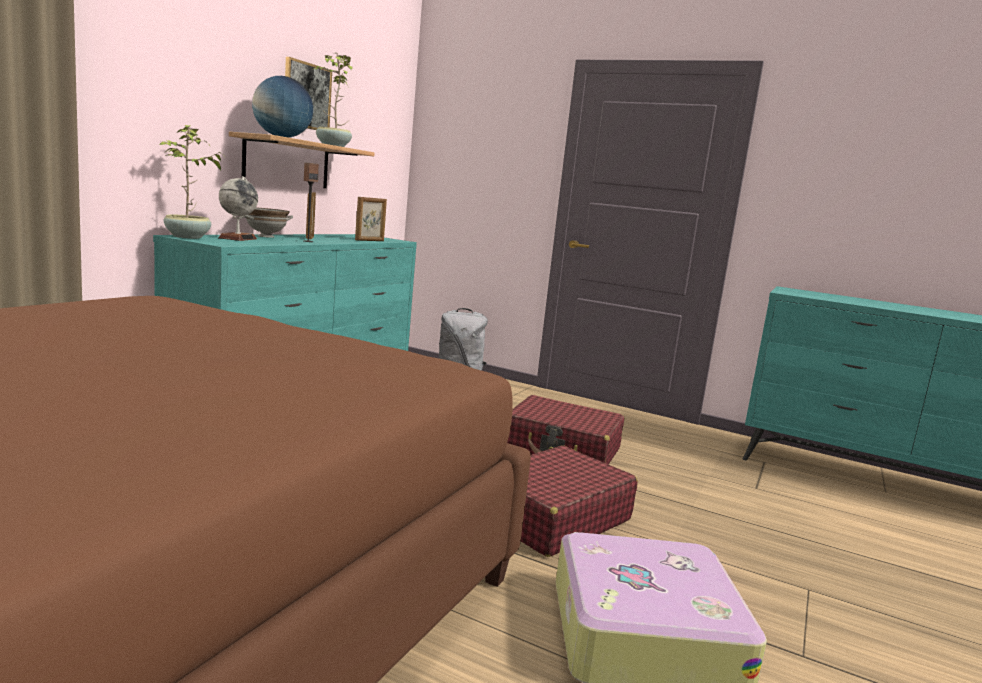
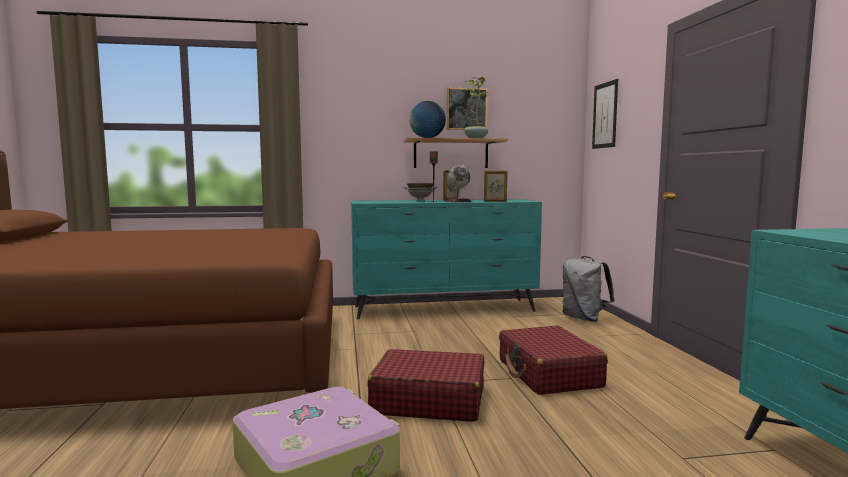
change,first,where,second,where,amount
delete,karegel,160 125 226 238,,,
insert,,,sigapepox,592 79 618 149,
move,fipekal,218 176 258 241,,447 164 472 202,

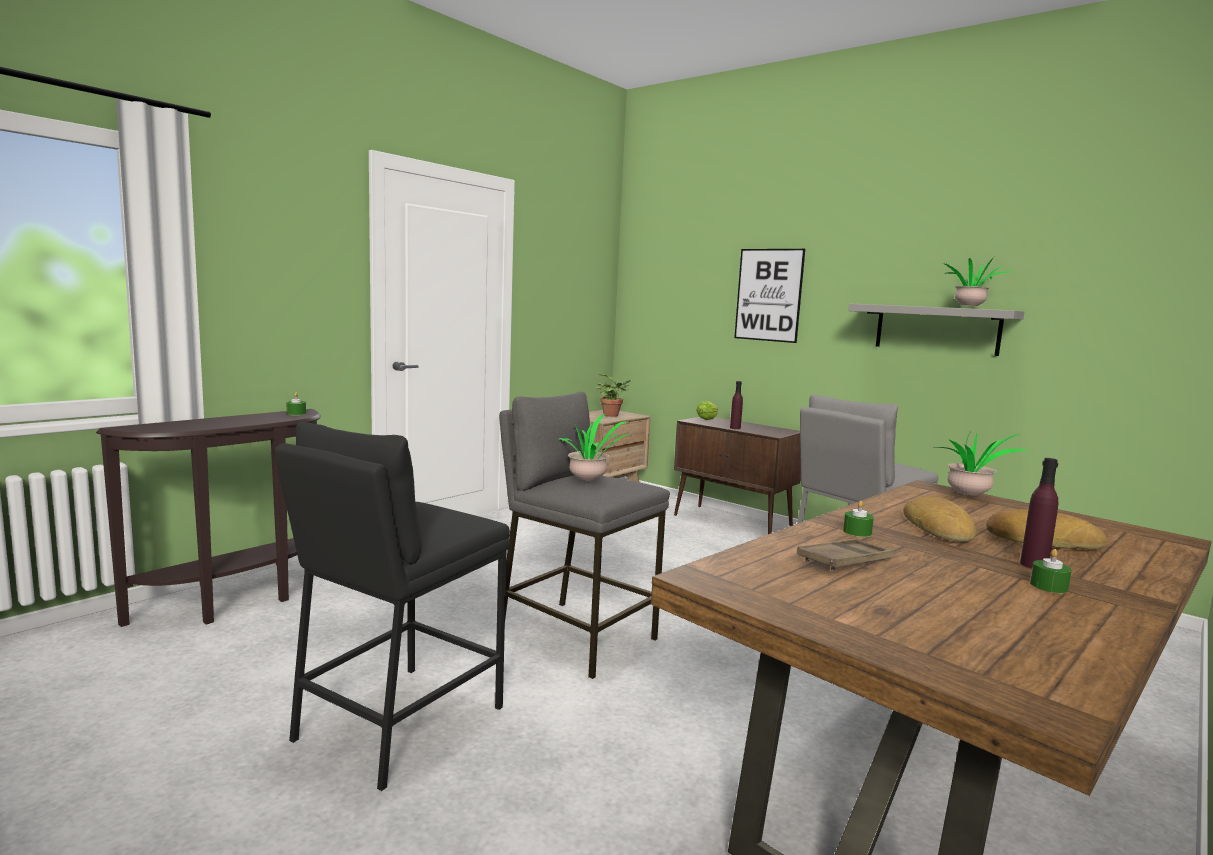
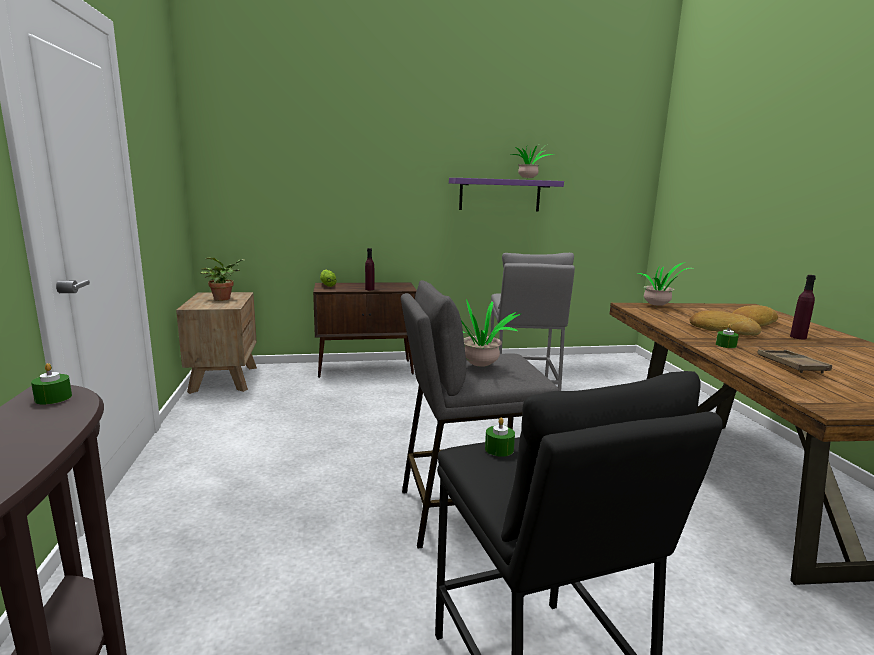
change,first,where,second,where,amount
delete,sigapepox,734 249 805 343,,,
move,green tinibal,1030 549 1072 593,,485 417 515 457,
recolor,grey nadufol,848 304 1024 356,purple nadufol,449 178 564 212,

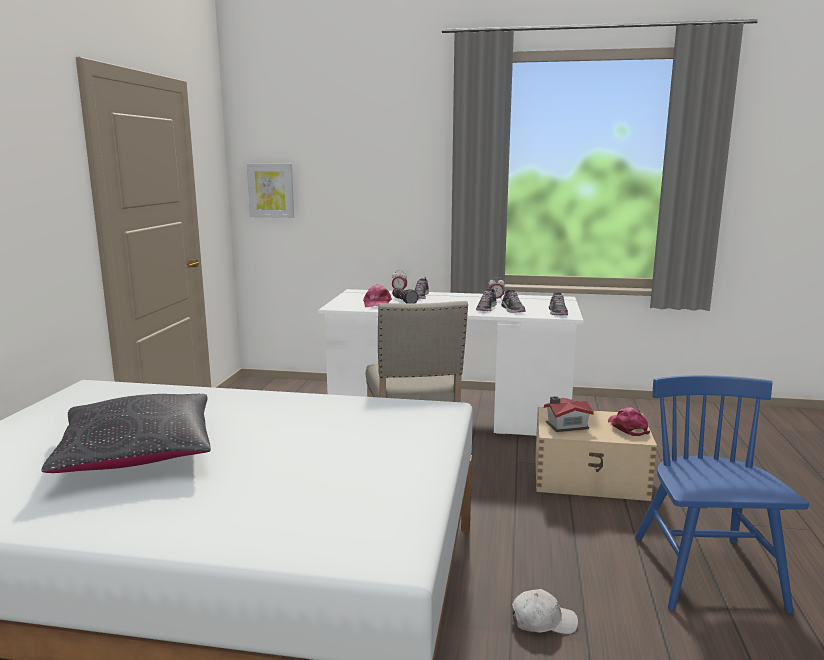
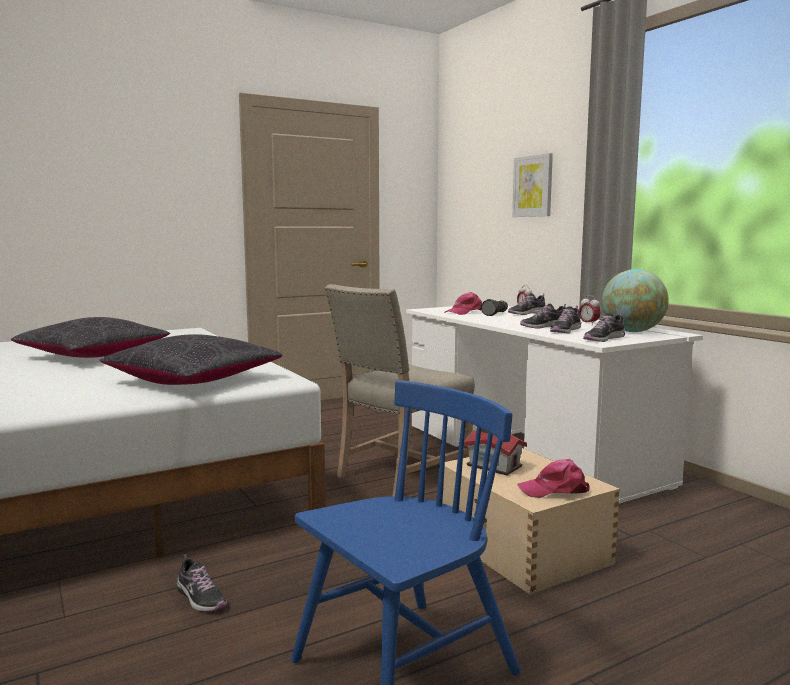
change,first,where,second,where,amount
insert,,,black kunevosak,99 334 282 385,
insert,,,fipekal,602 269 669 332,
move,sigapepox,247 164 294 218,,512 153 553 217,
replace,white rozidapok,512 589 578 634,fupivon,177 554 227 612,
rotate,pink rozidapok,608 407 650 436,,517 459 590 498,135 degrees counterclockwise

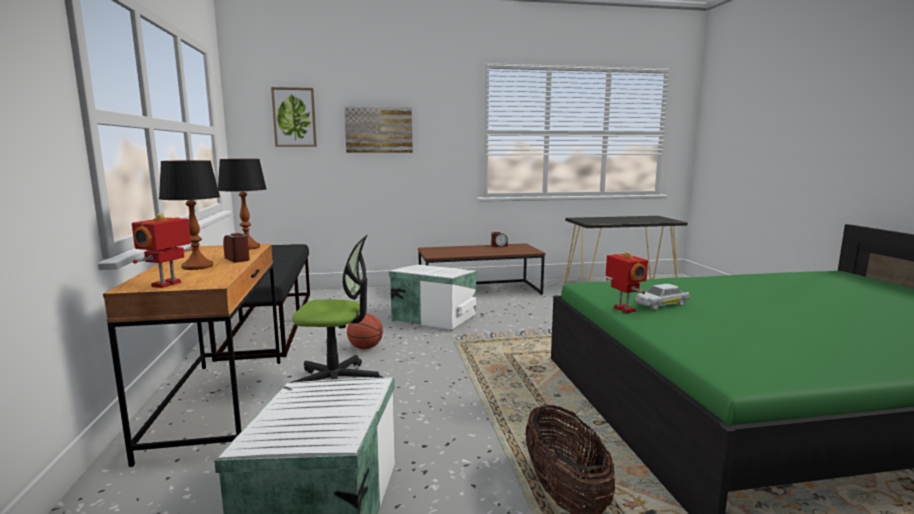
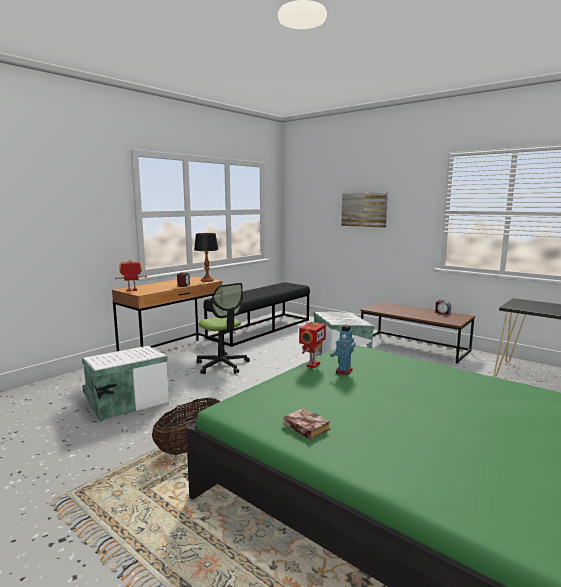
change,first,where,second,where,amount
delete,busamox,159 160 220 270,,,
delete,sigapepox,271 87 317 147,,,
delete,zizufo,347 314 383 349,,,
insert,,,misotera,283 408 330 440,
replace,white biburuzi,634 284 690 310,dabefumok,330 325 356 375,

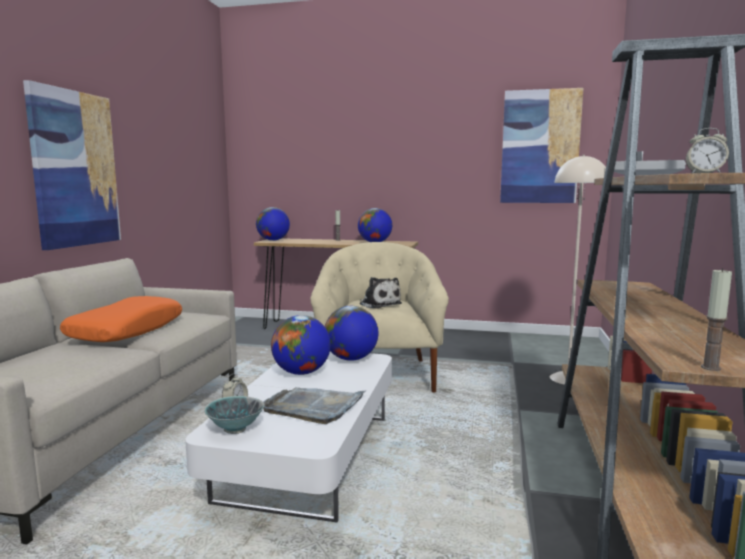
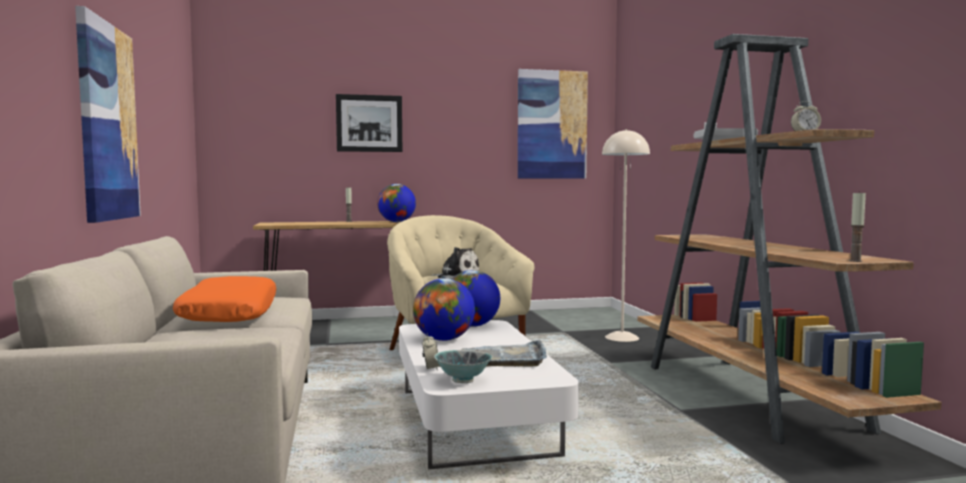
change,first,where,second,where,amount
delete,fipekal,256 207 290 241,,,
insert,,,sigapepox,336 94 402 152,

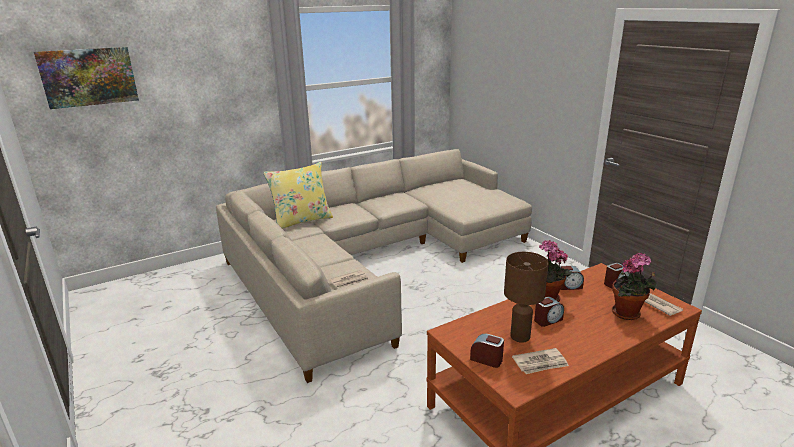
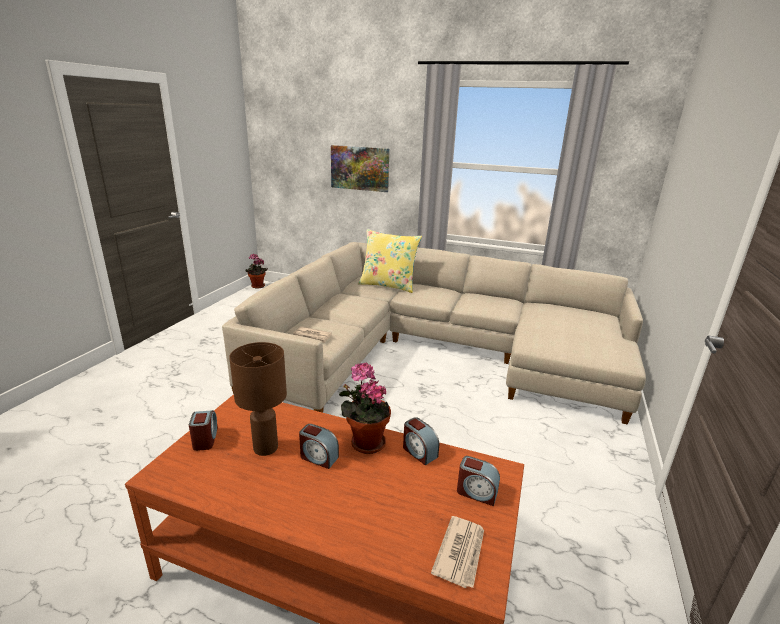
change,first,where,second,where,amount
delete,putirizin,512 348 569 374,,,
move,sigapepox,34 47 139 109,,331 145 390 192,
move,karegel,612 253 657 320,,245 254 268 289,

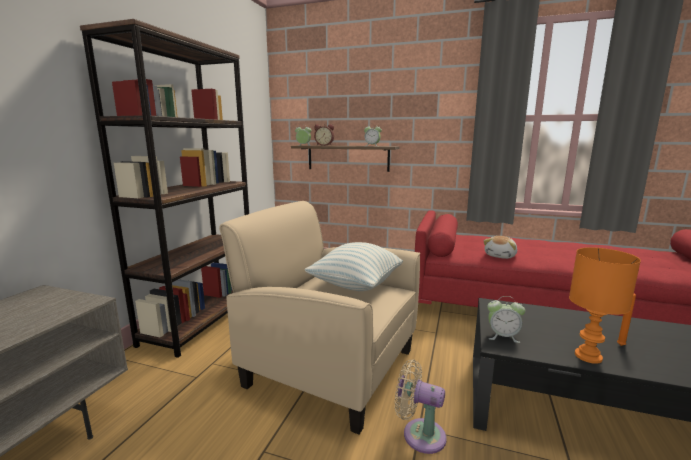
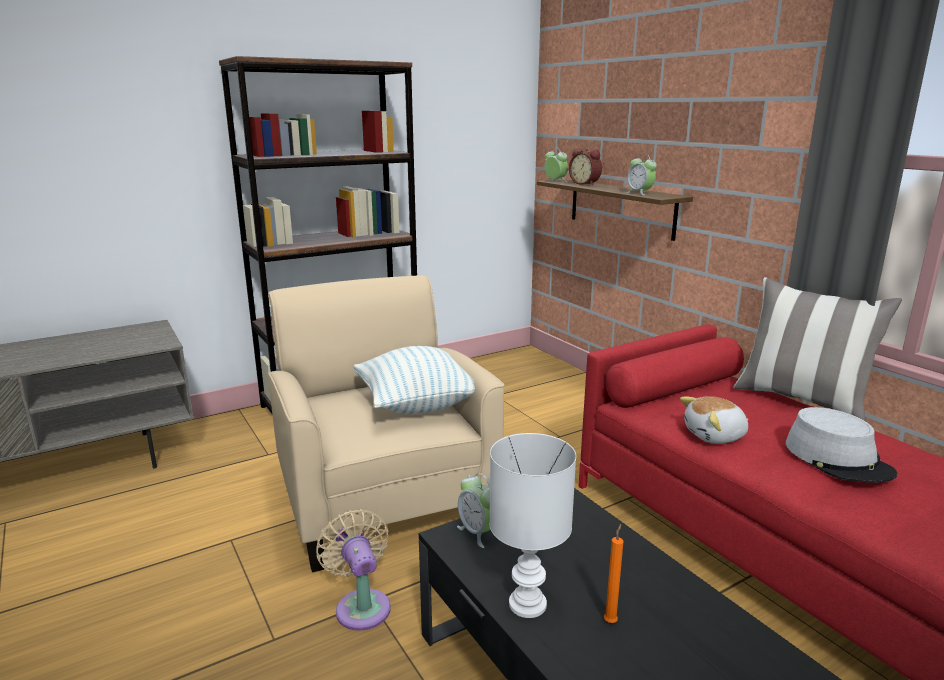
change,first,where,second,where,amount
insert,,,kunevosak,733 277 902 421,
insert,,,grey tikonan,786 407 897 483,
recolor,orange busamox,569 247 641 364,white busamox,489 433 576 618,

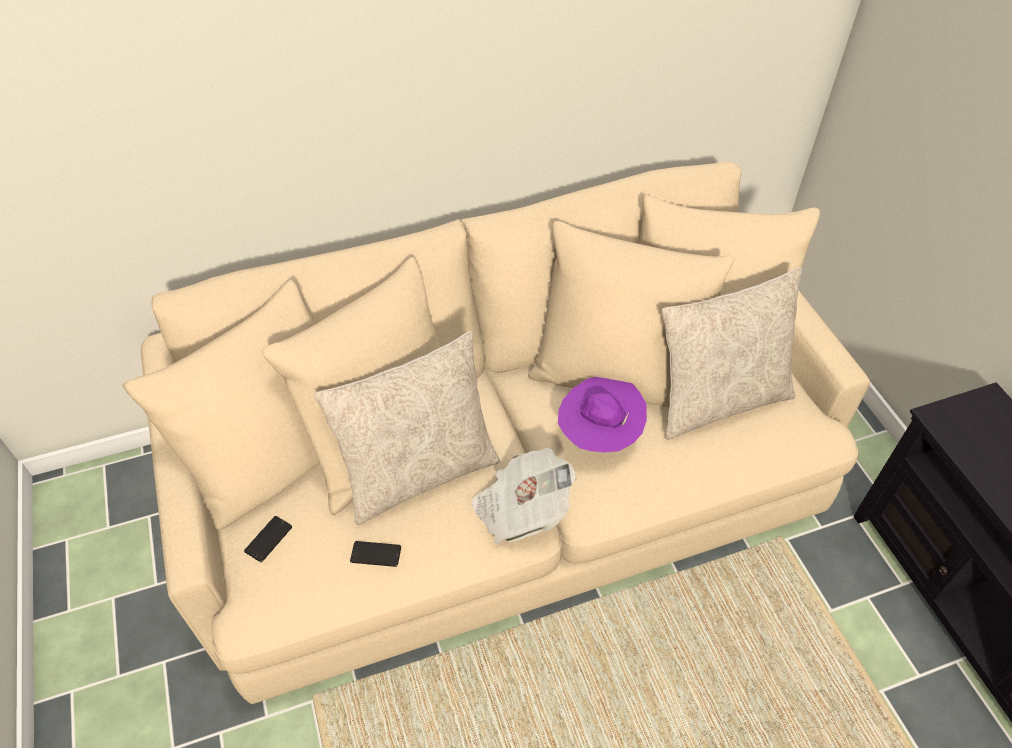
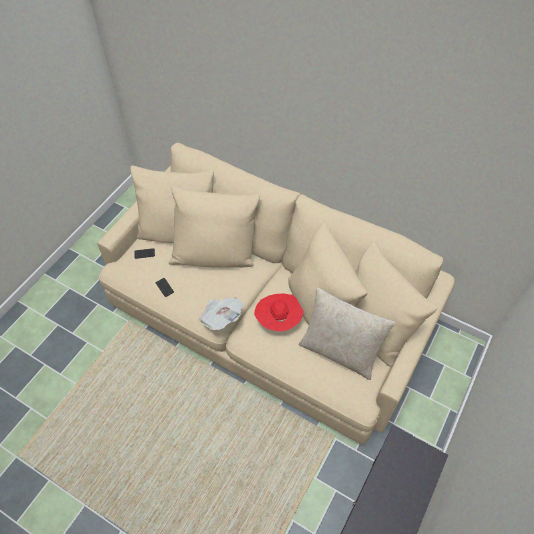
change,first,where,second,where,amount
delete,beige kunevosak,313 331 500 525,,,
recolor,purple tikonan,558 377 647 452,red tikonan,254 293 304 331,

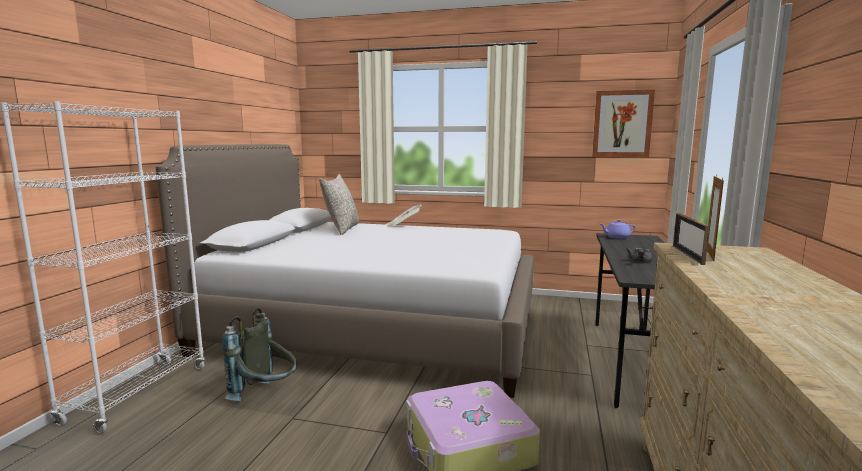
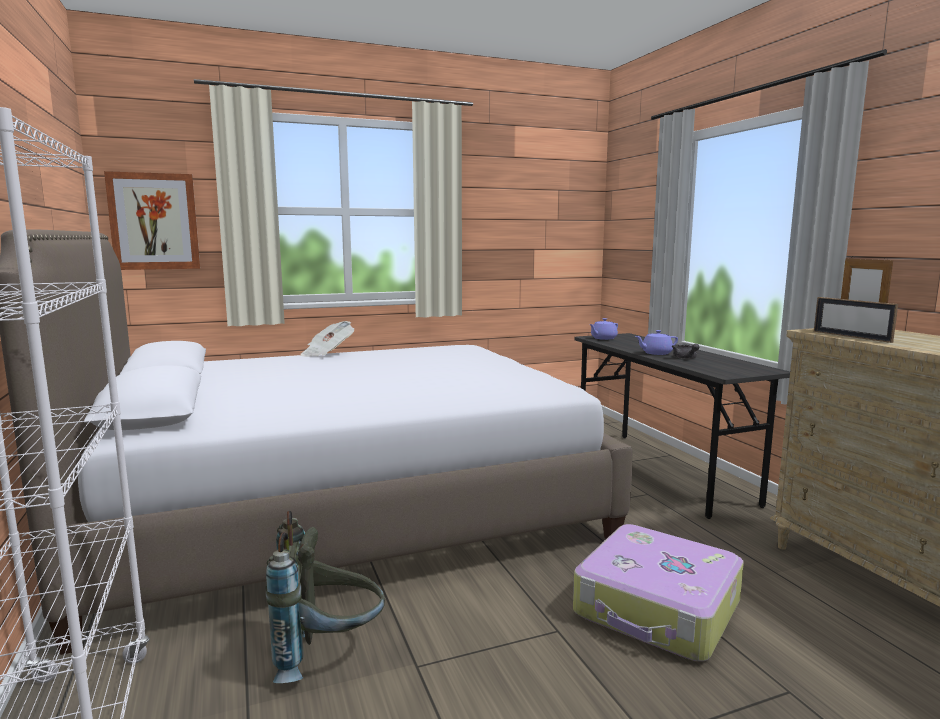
change,first,where,second,where,amount
delete,grey kunevosak,319 174 359 235,,,
insert,,,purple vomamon,635 330 678 355,
move,sigapepox,592 90 655 157,,104 171 200 270,

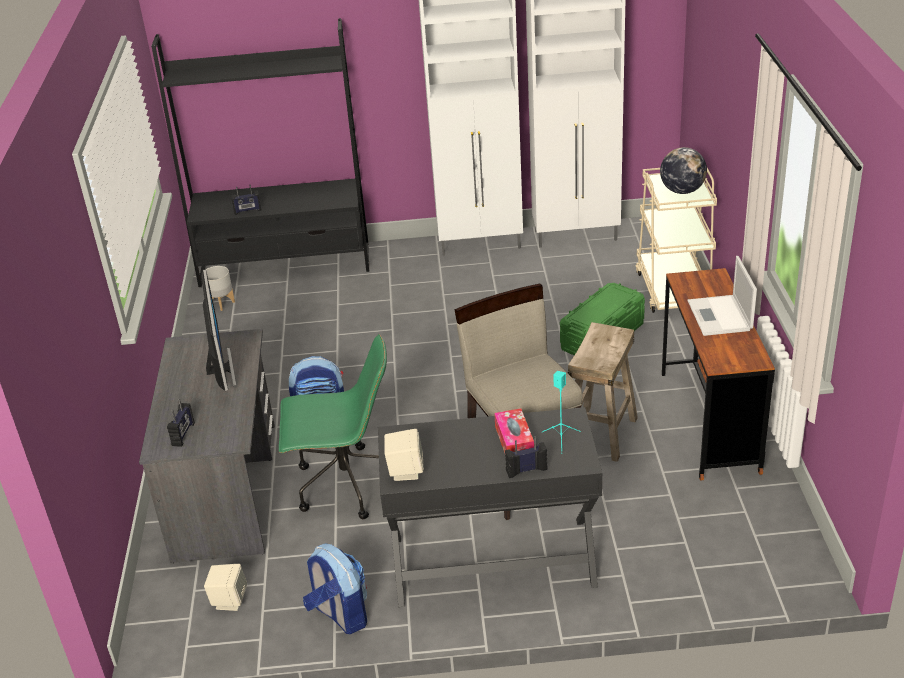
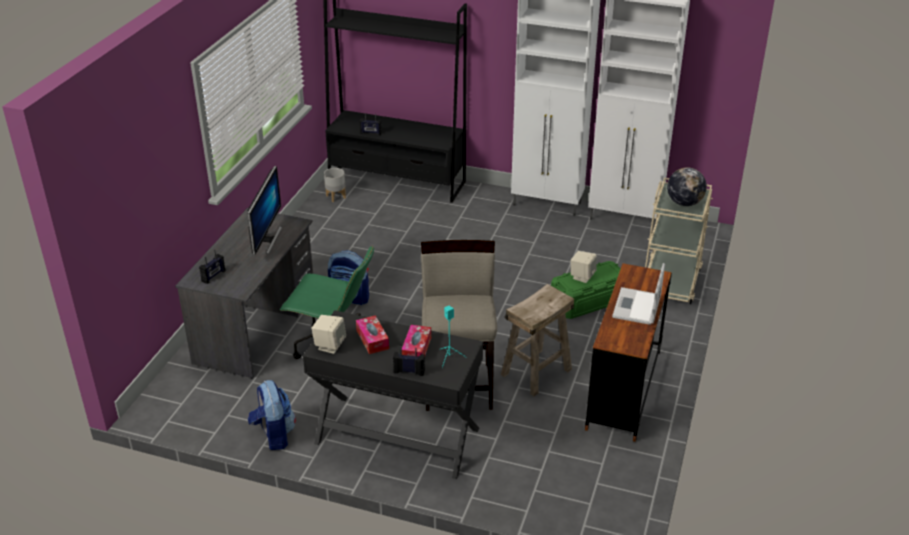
change,first,where,second,where,amount
insert,,,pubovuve,356 315 389 354,
move,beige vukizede,204 564 247 611,,571 251 597 283,

